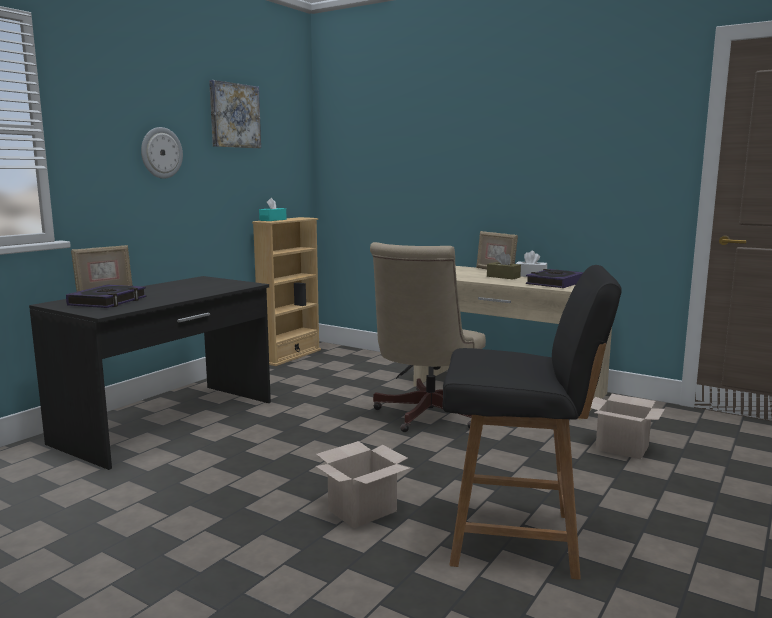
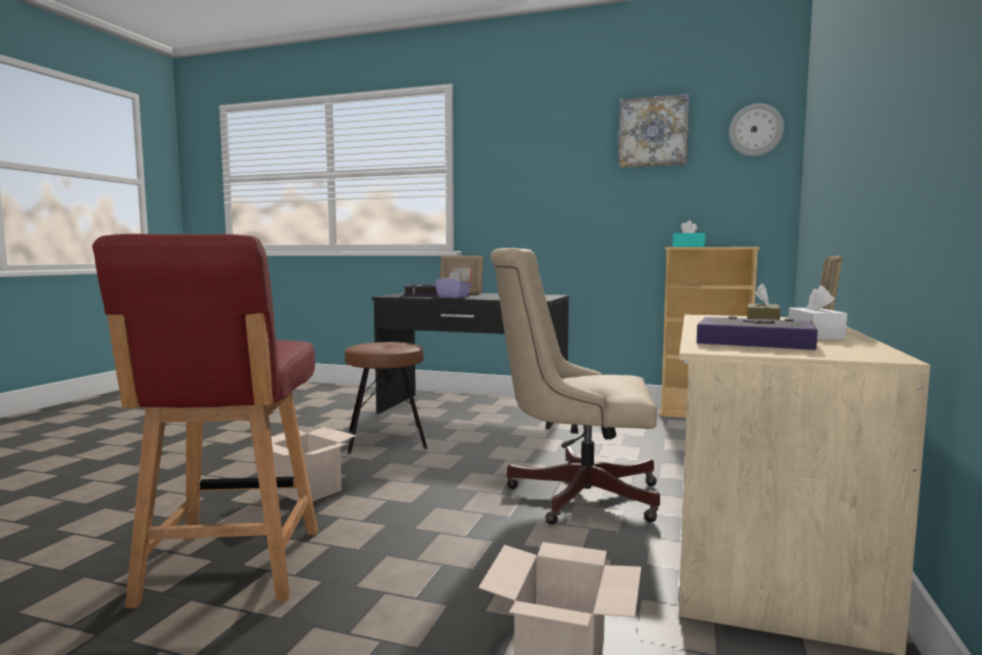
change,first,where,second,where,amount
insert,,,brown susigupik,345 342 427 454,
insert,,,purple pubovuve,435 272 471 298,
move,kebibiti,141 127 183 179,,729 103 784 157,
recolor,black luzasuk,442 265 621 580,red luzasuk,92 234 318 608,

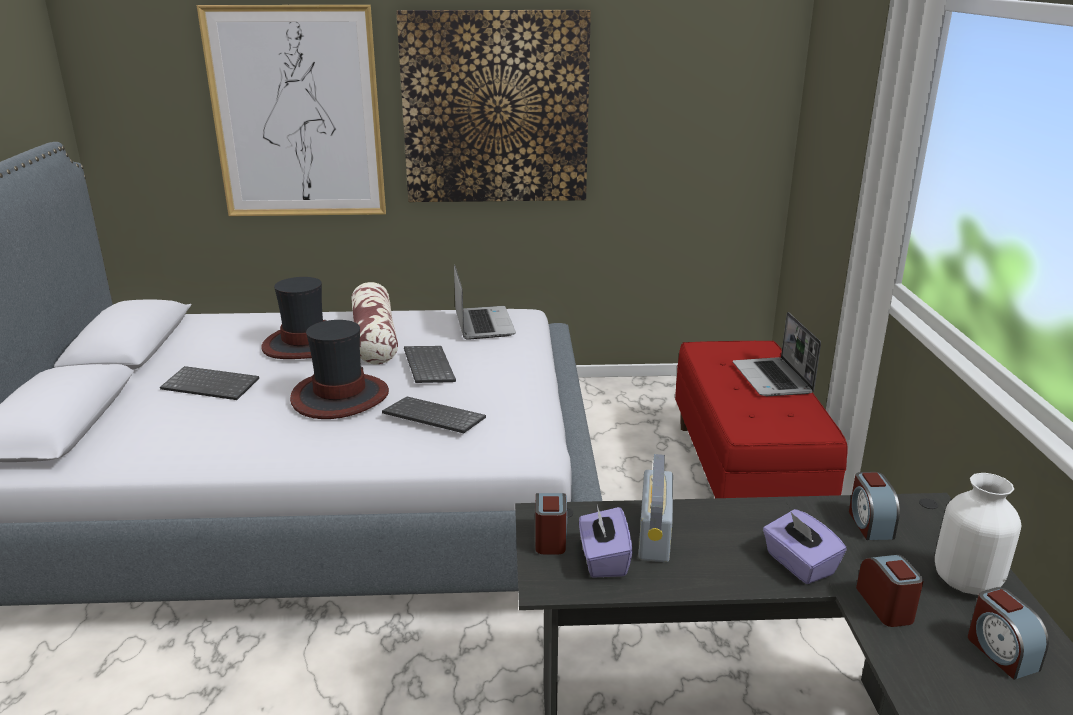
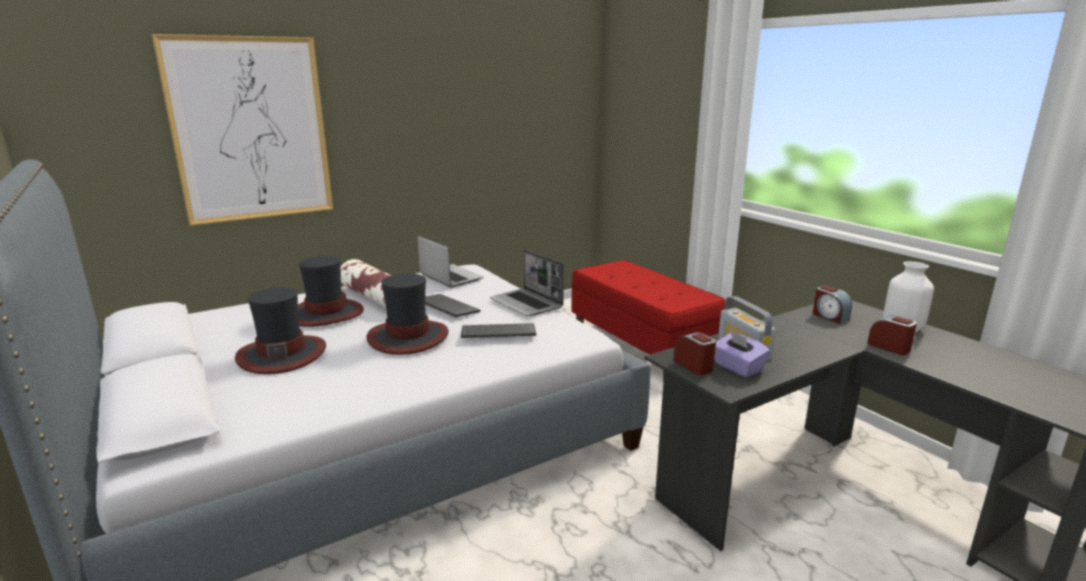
change,first,where,second,where,amount
delete,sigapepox,396 10 591 202,,,
delete,purple pubovuve,763 509 847 584,,,
delete,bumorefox,968 587 1049 680,,,
move,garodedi,733 312 821 396,,490 250 564 316,
replace,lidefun,160 366 259 400,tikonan,235 287 326 374,

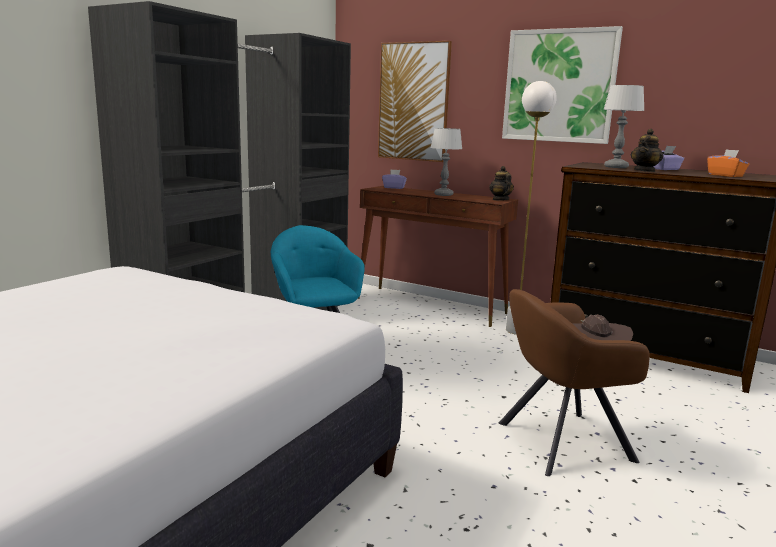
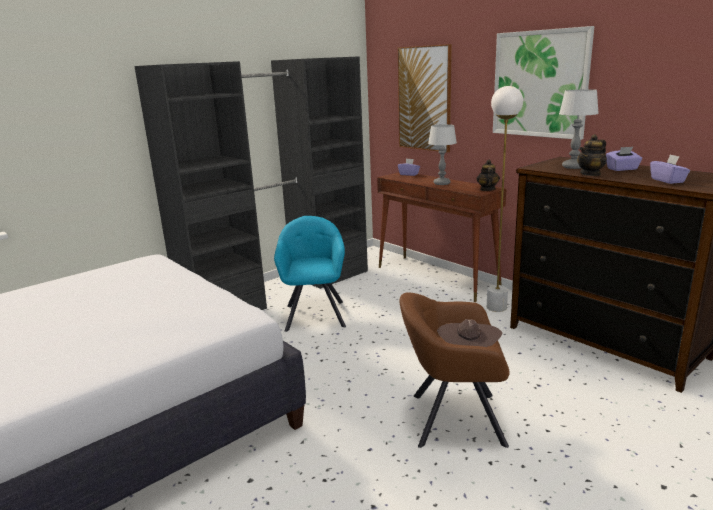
change,first,where,second,where,amount
recolor,orange pubovuve,707 149 749 177,purple pubovuve,650 154 690 184,

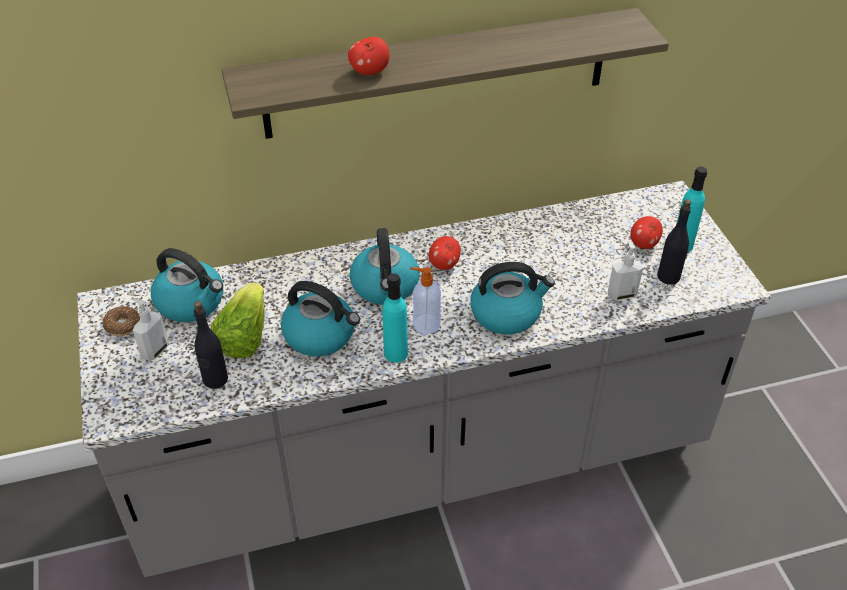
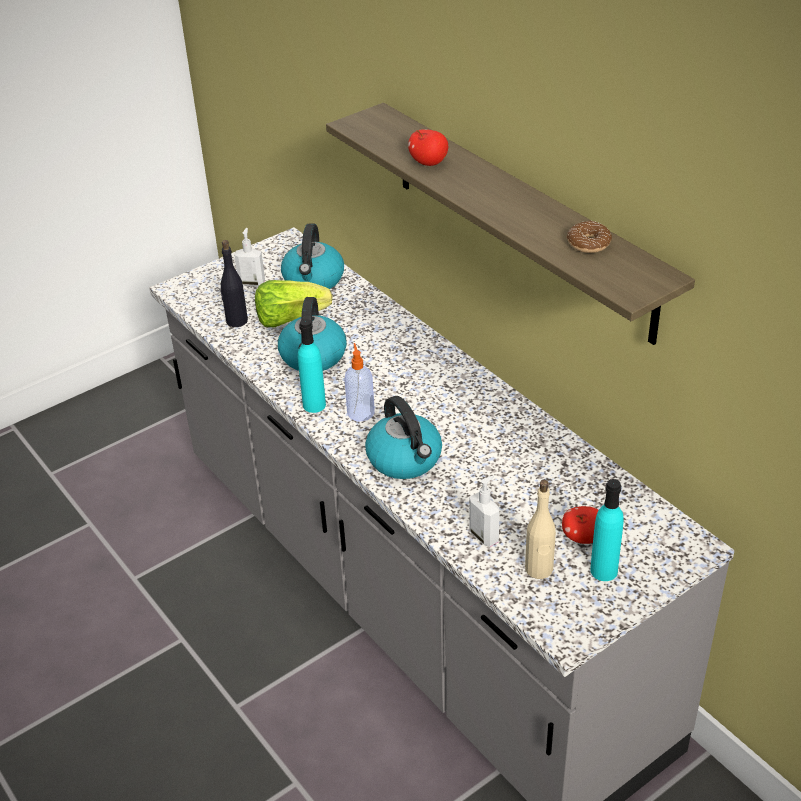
change,first,where,second,where,amount
delete,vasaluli,350 228 420 305,,,
delete,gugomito,429 236 461 270,,,
move,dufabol,103 306 140 336,,567 221 612 253,
recolor,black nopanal,657 199 691 285,beige nopanal,525 480 556 579,

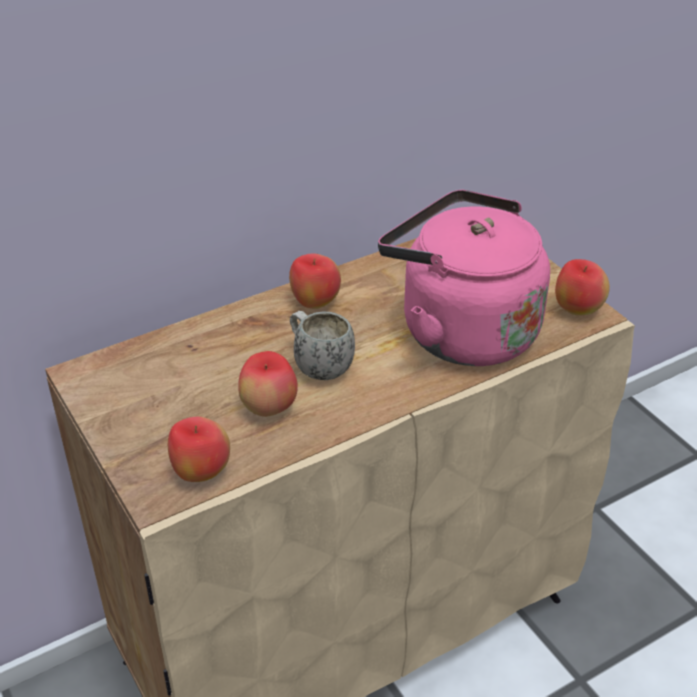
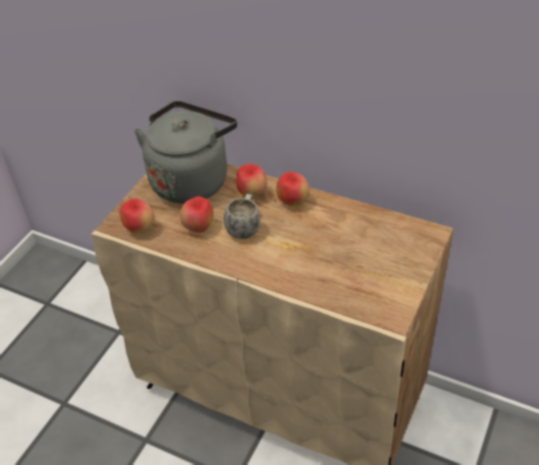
change,first,where,second,where,amount
delete,pink vasaluli,378 190 550 366,,,
insert,,,grey vasaluli,134 101 237 204,
move,gugomito,555 259 610 316,,236 164 267 199,

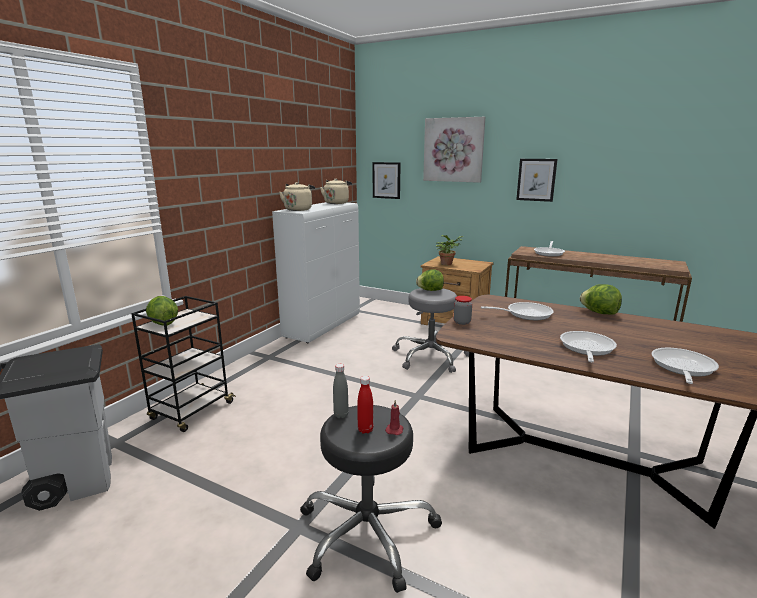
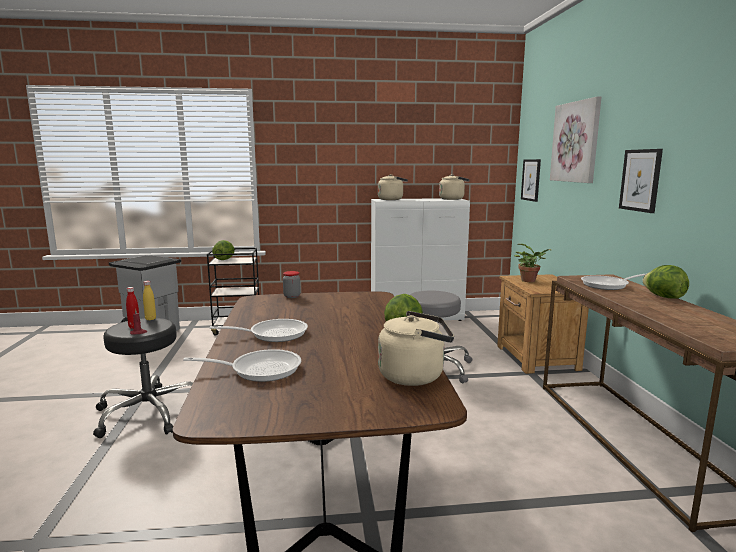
change,first,where,second,where,amount
delete,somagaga,481 302 554 320,,,
insert,,,beige vasaluli,378 311 454 386,
move,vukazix,416 269 444 291,,642 265 689 299,
recolor,grey nopanal,333 364 349 418,yellow nopanal,143 281 156 320,

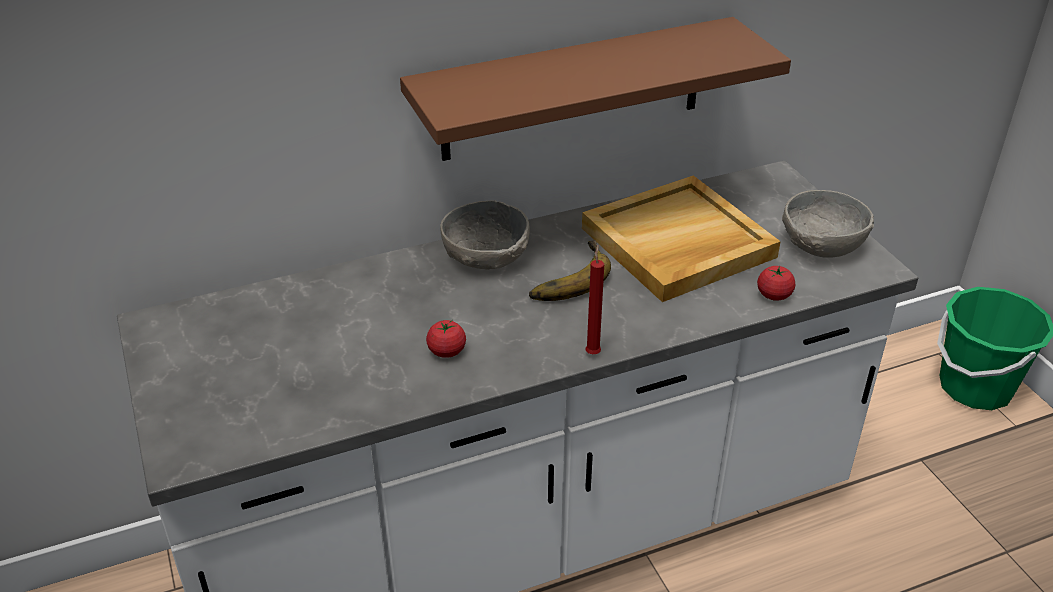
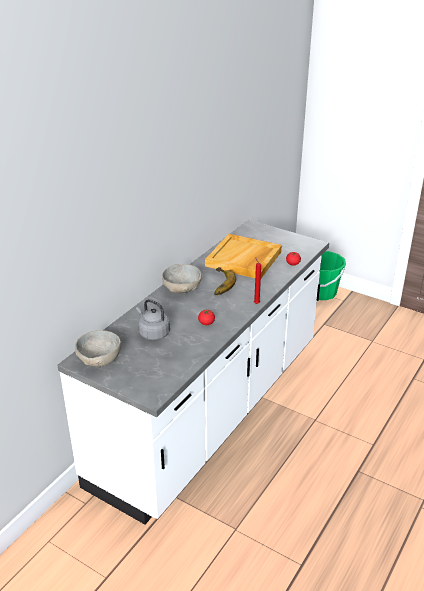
change,first,where,second,where,amount
delete,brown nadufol,400 17 791 161,,,
insert,,,grey vasaluli,136 299 170 340,
move,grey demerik,782 190 874 258,,75 330 121 367,

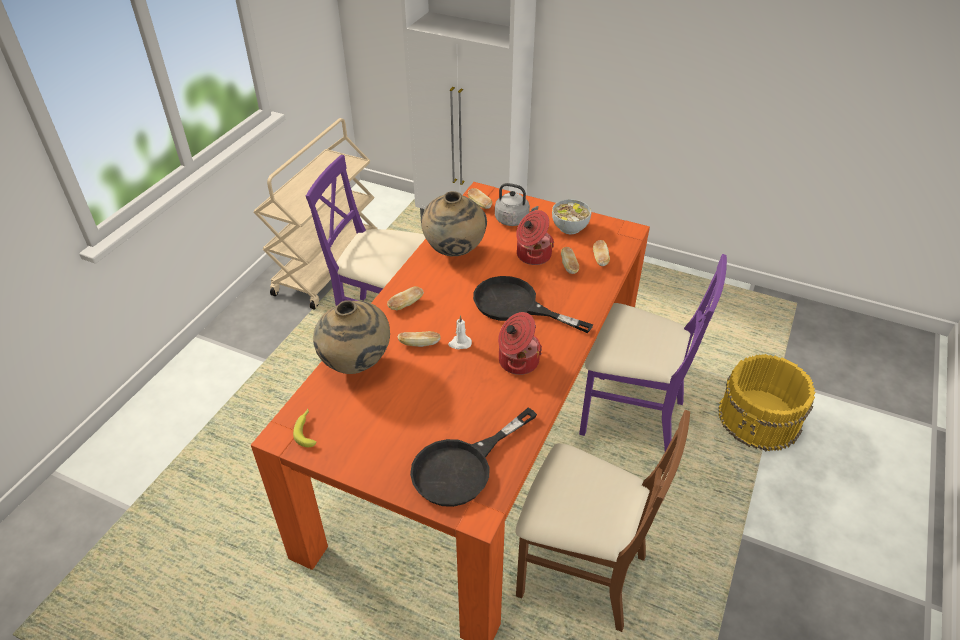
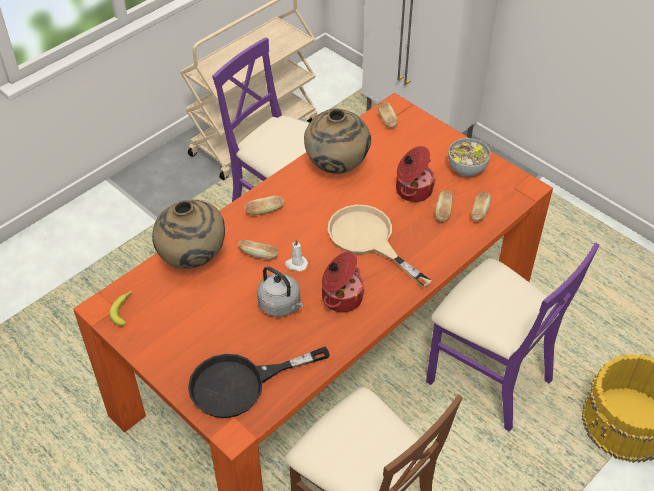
change,first,where,second,where,amount
move,grey vasaluli,495 183 538 226,,257 266 304 317,
recolor,black somagaga,473 276 593 333,beige somagaga,328 205 432 288,

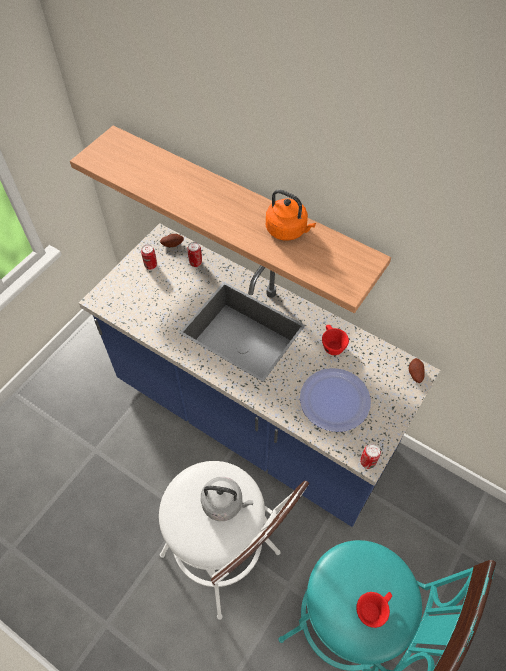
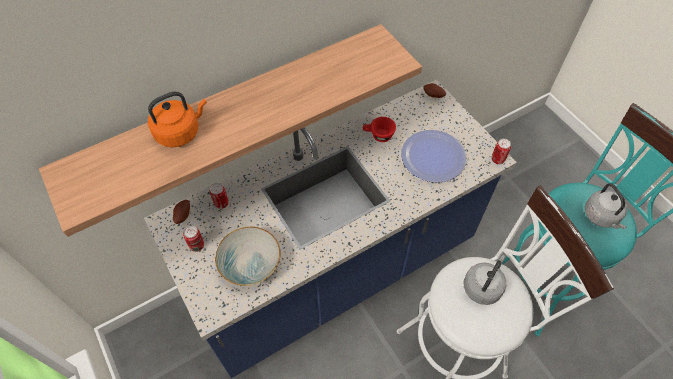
change,first,where,second,where,amount
insert,,,demerik,215 227 280 286,
move,orange vasaluli,266 190 316 241,,148 91 207 147,
replace,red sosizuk,356 592 392 628,grey vasaluli,585 183 628 229,

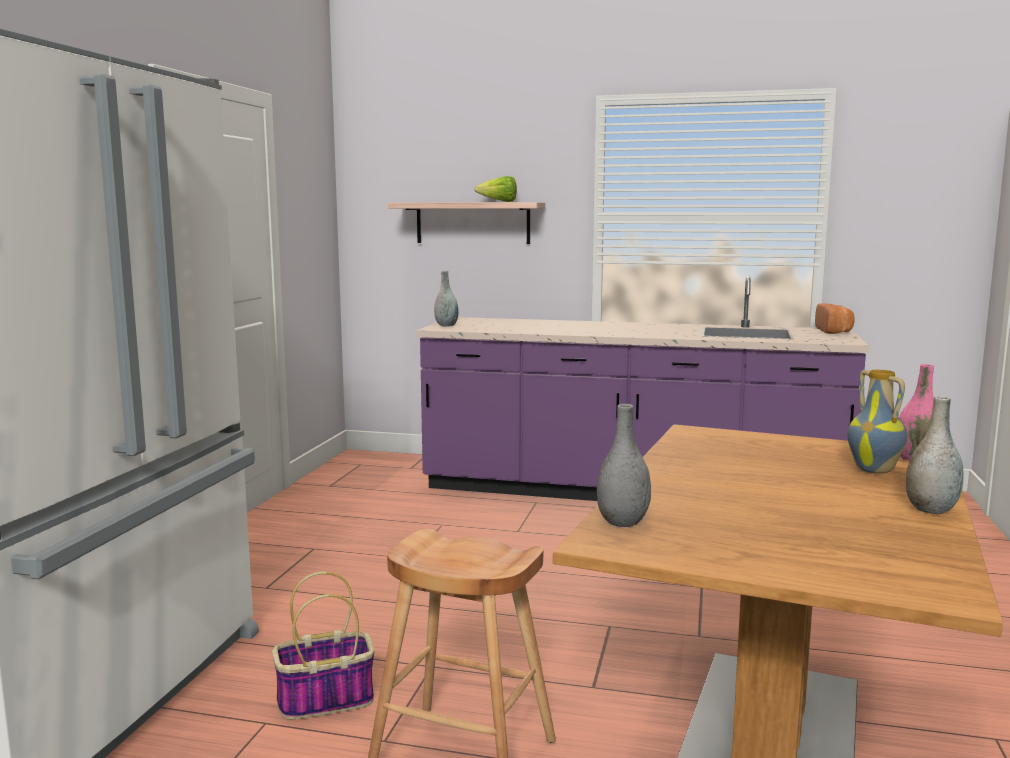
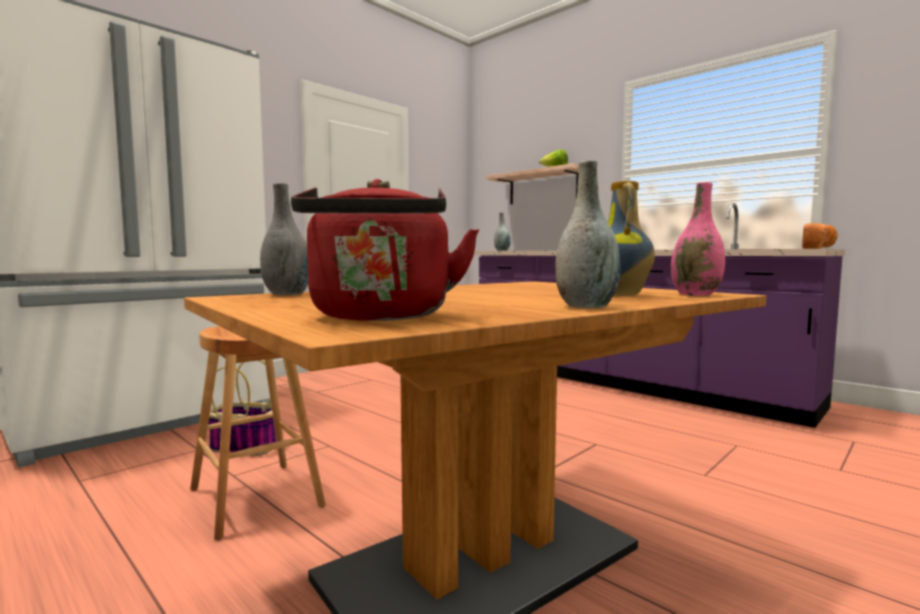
change,first,where,second,where,amount
insert,,,red vasaluli,291 179 479 321,

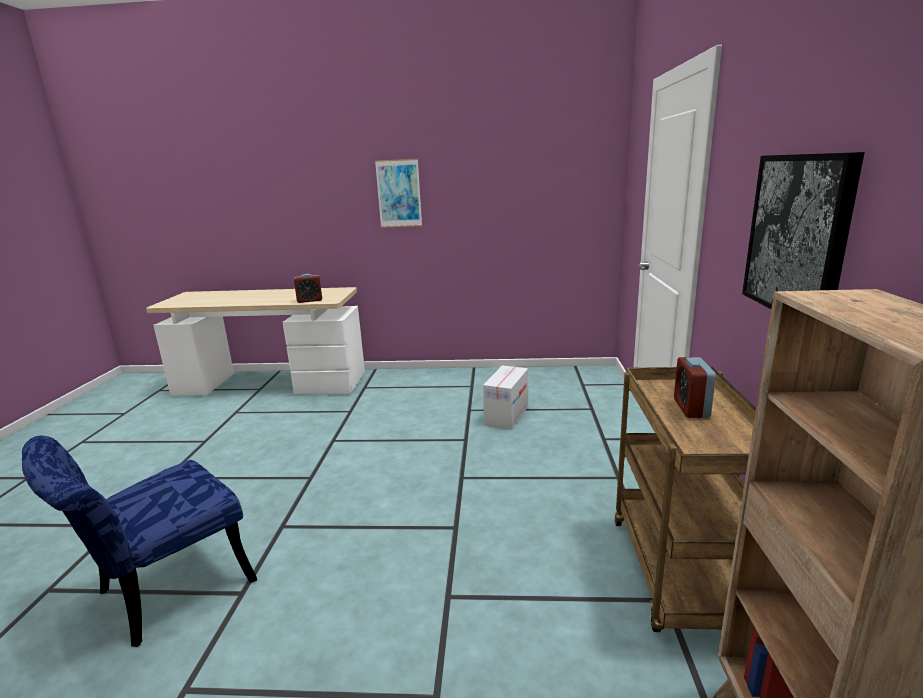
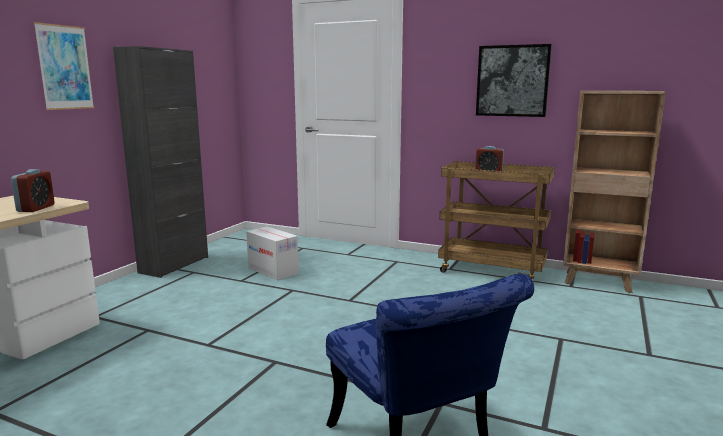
change,first,where,second,where,amount
insert,,,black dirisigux,113 46 208 278,

